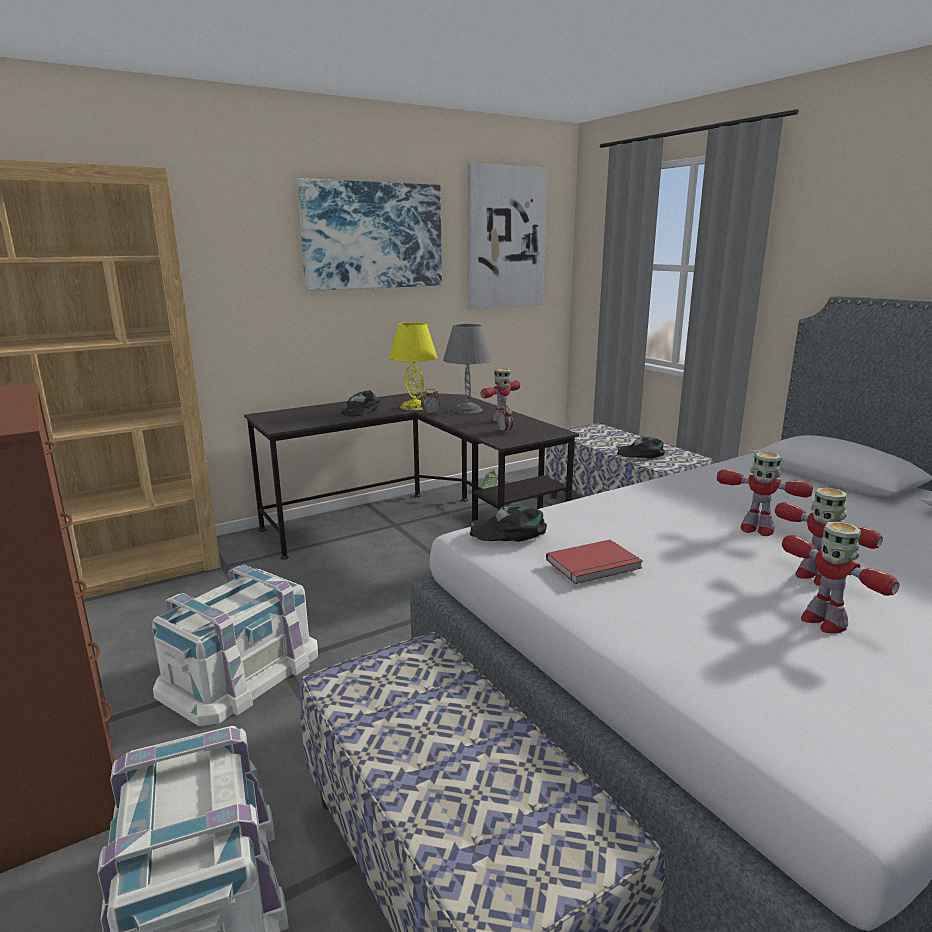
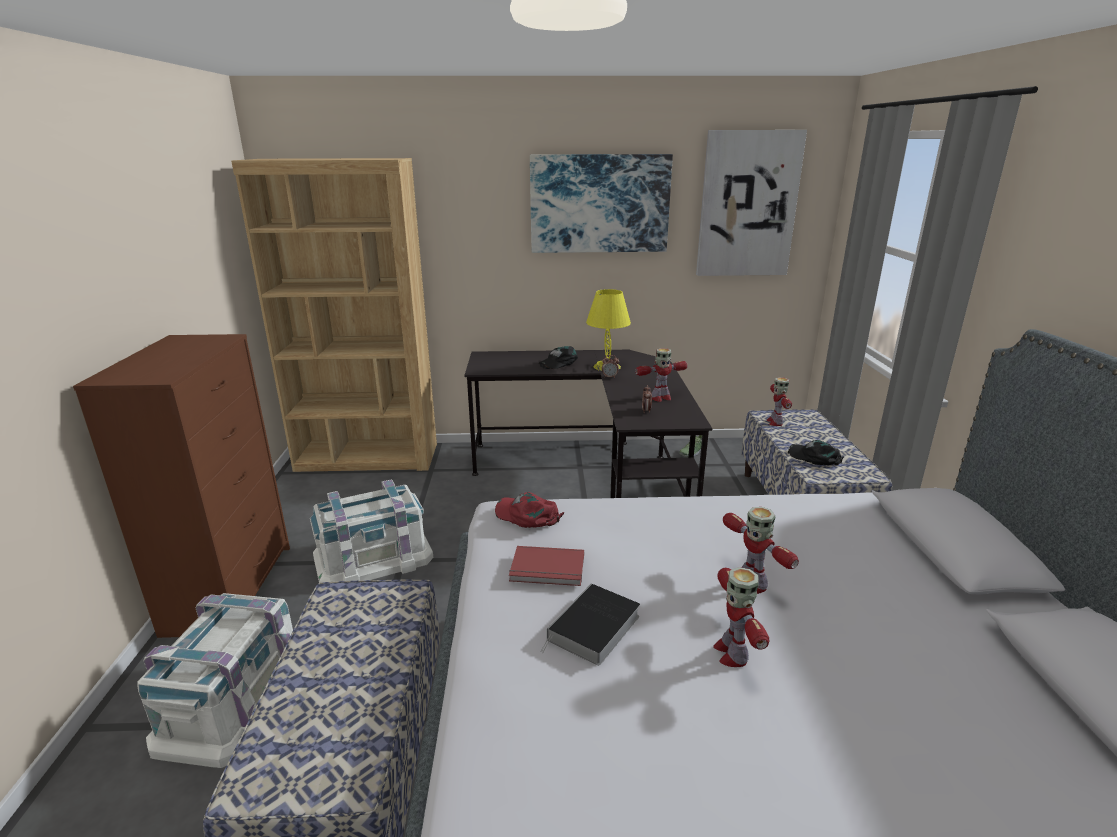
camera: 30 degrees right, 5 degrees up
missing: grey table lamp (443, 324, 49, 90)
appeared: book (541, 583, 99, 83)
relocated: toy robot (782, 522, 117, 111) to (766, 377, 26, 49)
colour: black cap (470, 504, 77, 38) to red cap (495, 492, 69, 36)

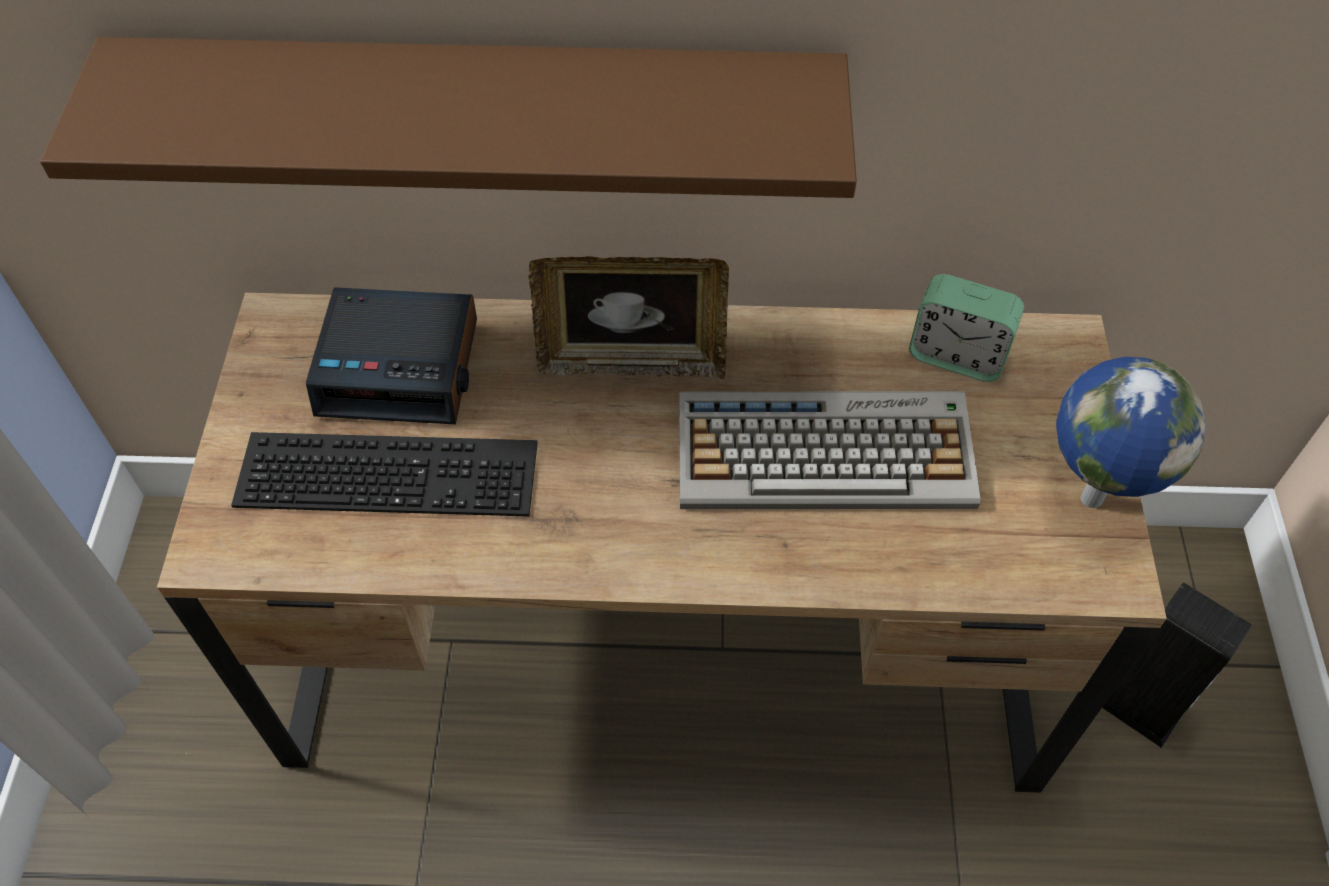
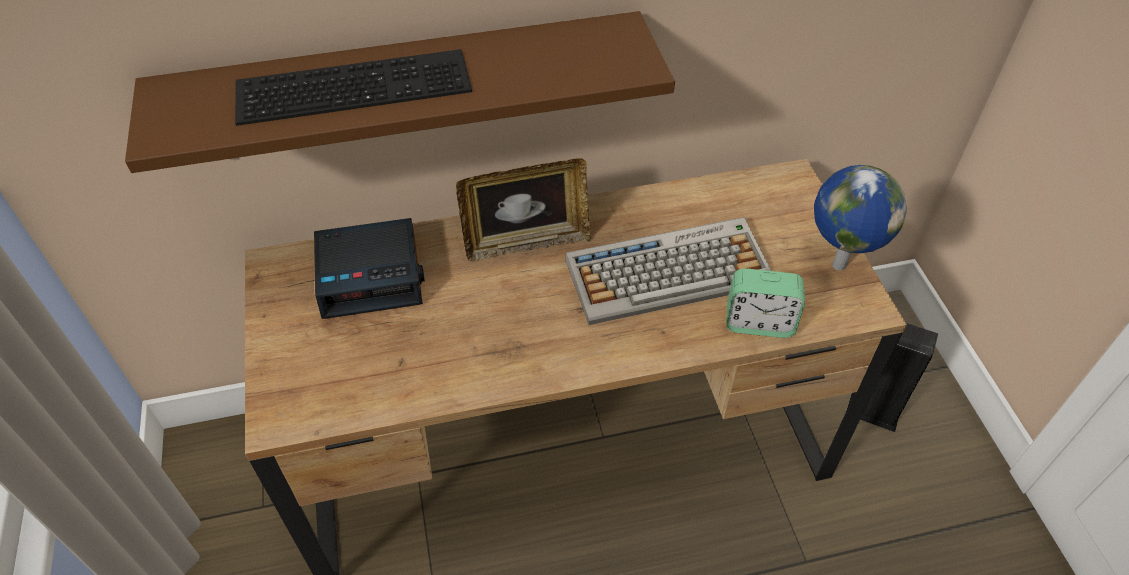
camera: 15 degrees left, 5 degrees down
relocated: keyboard (231, 432, 307, 84) to (235, 49, 237, 77); alarm clock (909, 274, 115, 108) to (726, 268, 79, 70)

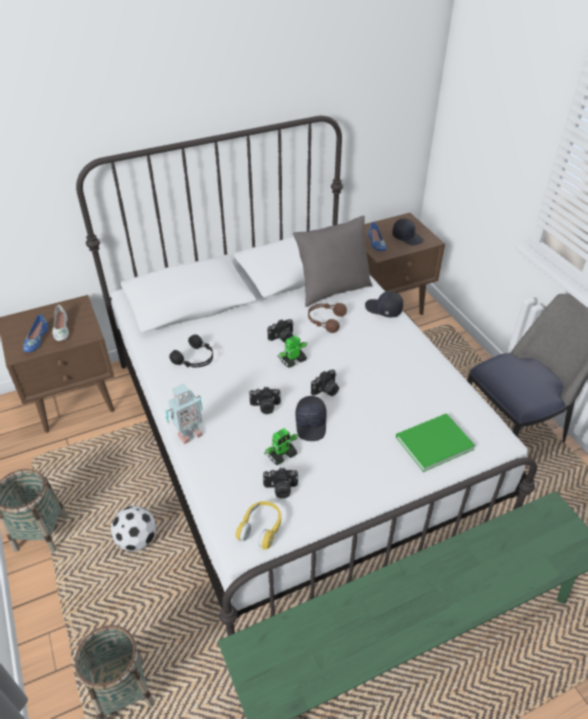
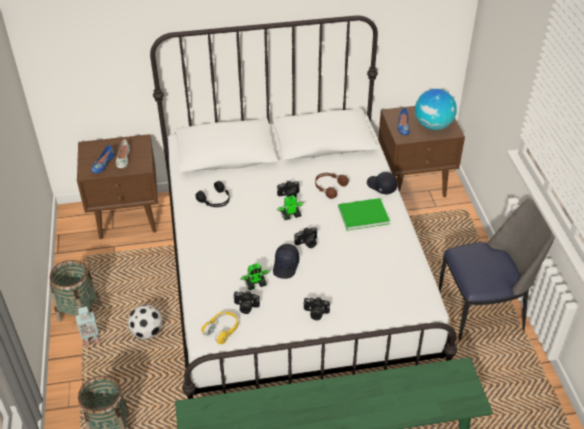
camera: 15 degrees right, 0 degrees up
missing: grey pillow (293, 216, 79, 91)
relocated: toy robot (166, 384, 37, 60) to (73, 307, 28, 40); photo camera (249, 387, 32, 27) to (303, 297, 27, 23); green book (396, 413, 79, 59) to (338, 198, 52, 33)
exchanged: black cap (392, 218, 32, 28) to globe (415, 89, 42, 41)

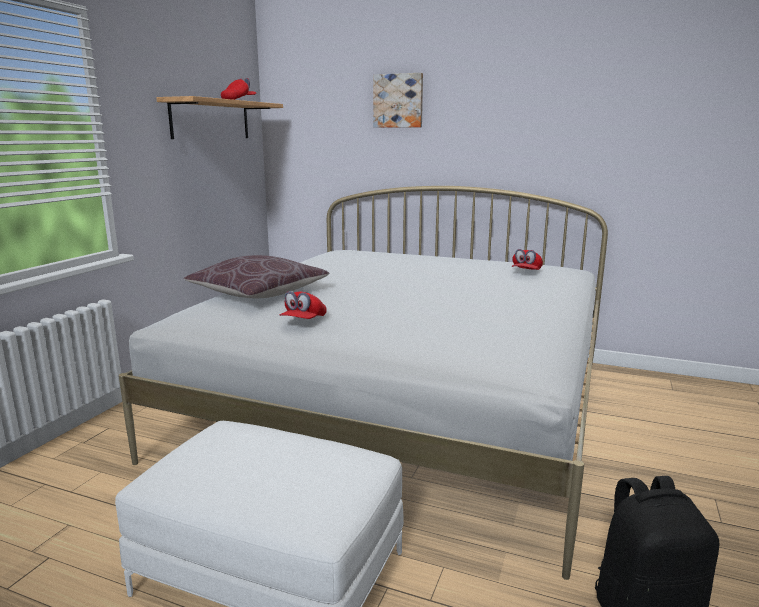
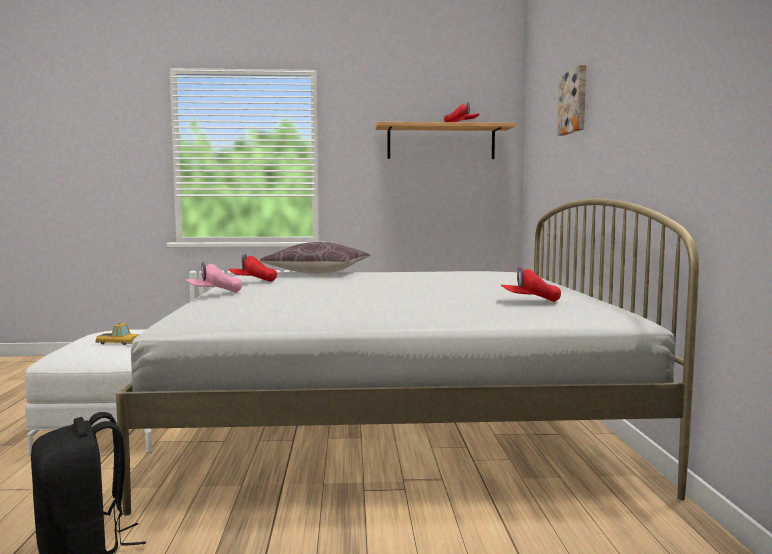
camera: 65 degrees right, 10 degrees down
appeared: toy car (95, 323, 44, 22); pink cap (186, 262, 56, 30)

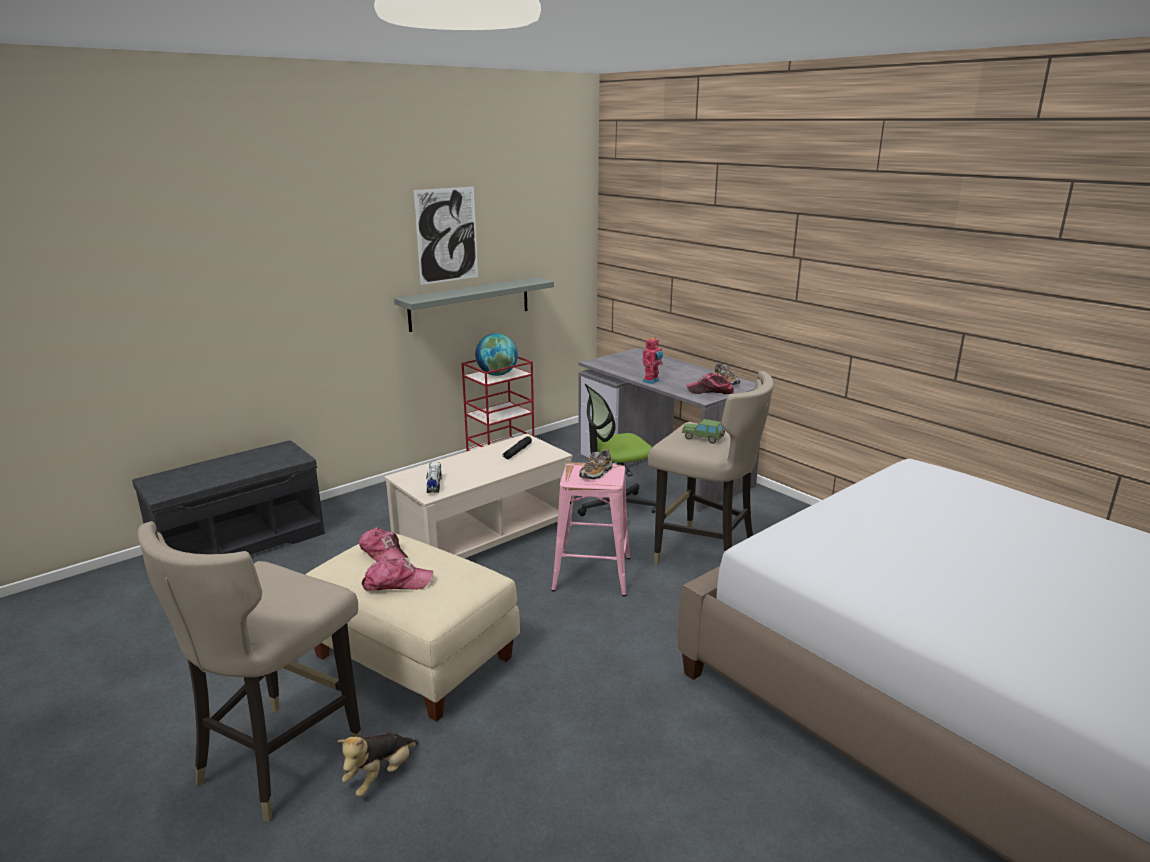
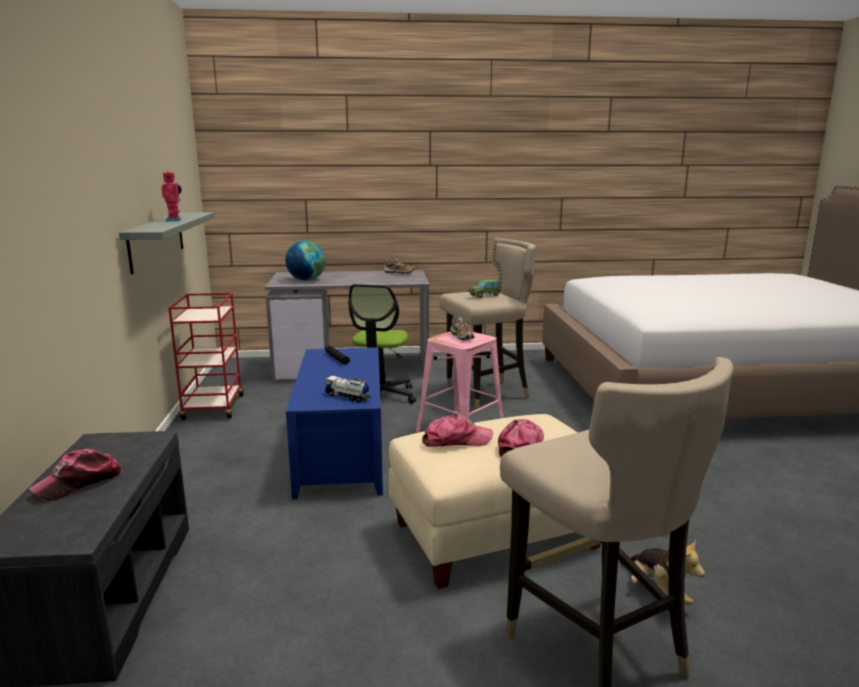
camera: 55 degrees left, 5 degrees down
missing: picture (414, 187, 64, 98)
relocated: globe (475, 333, 43, 43) to (285, 241, 41, 40); toy robot (642, 337, 21, 47) to (161, 170, 21, 51); cap (686, 373, 48, 22) to (29, 449, 93, 52)
colour: beige coffee table (384, 434, 189, 124) to blue coffee table (286, 347, 97, 152)

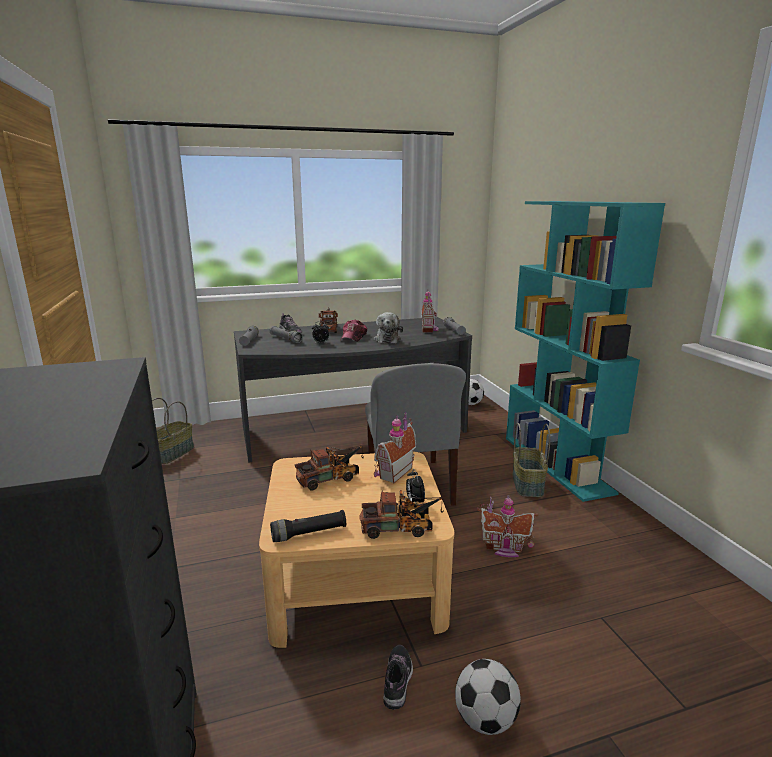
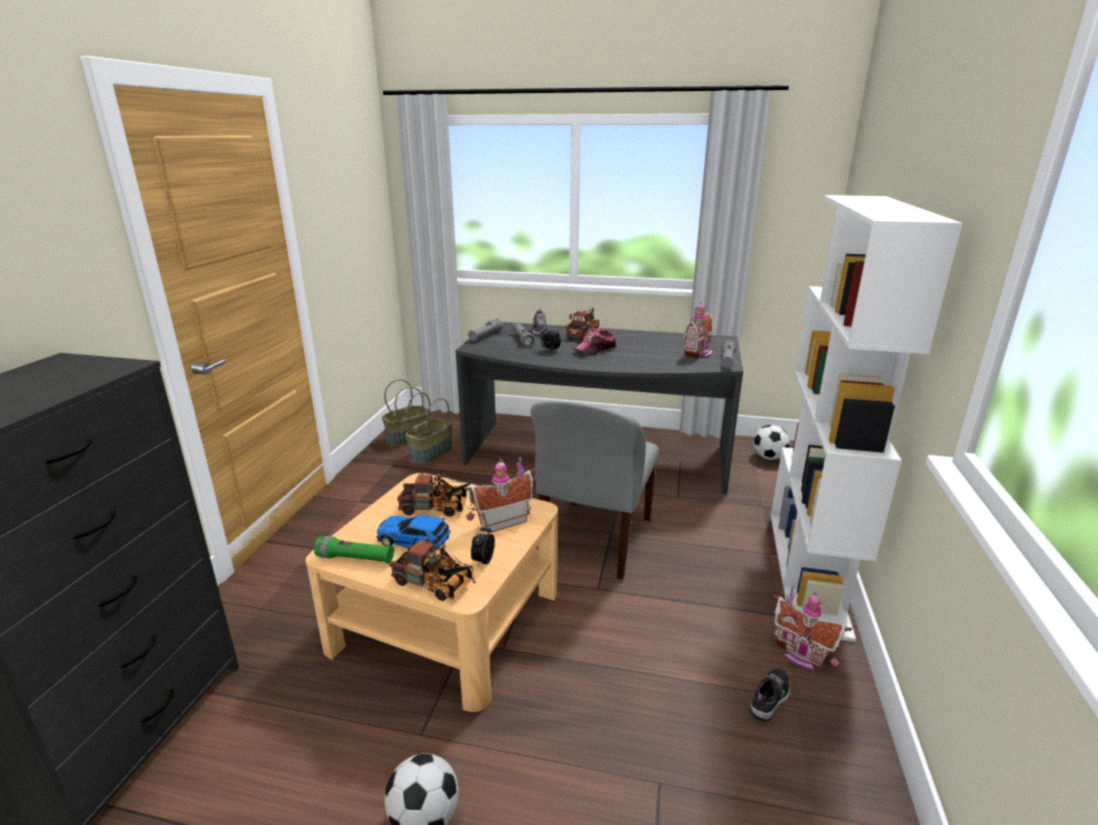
camera: 30 degrees right, 5 degrees up
missing: plush toy (374, 312, 29, 32)
appeared: toy car (377, 515, 73, 34)
relocated: shoe (384, 645, 29, 65) to (750, 668, 40, 53); toy house (477, 495, 61, 62) to (774, 586, 78, 85); basket (512, 423, 38, 74) to (405, 392, 48, 72)
colour: black flashlight (270, 510, 76, 32) to green flashlight (314, 536, 80, 28); turquoise bookcase (506, 201, 159, 301) to white bookcase (771, 195, 192, 447)

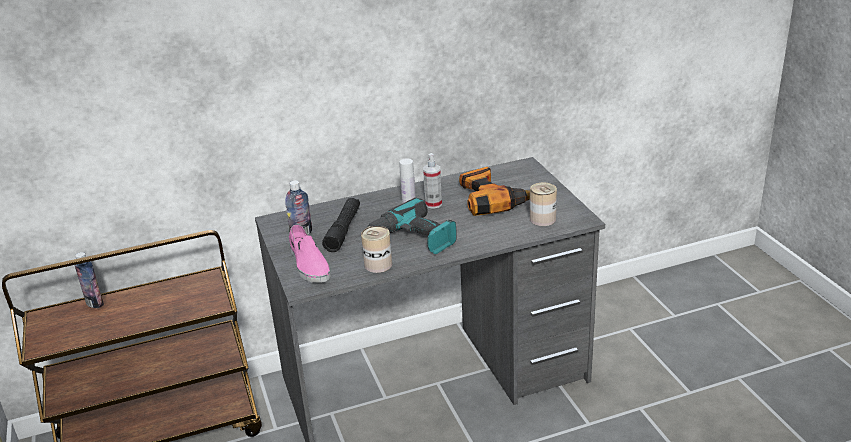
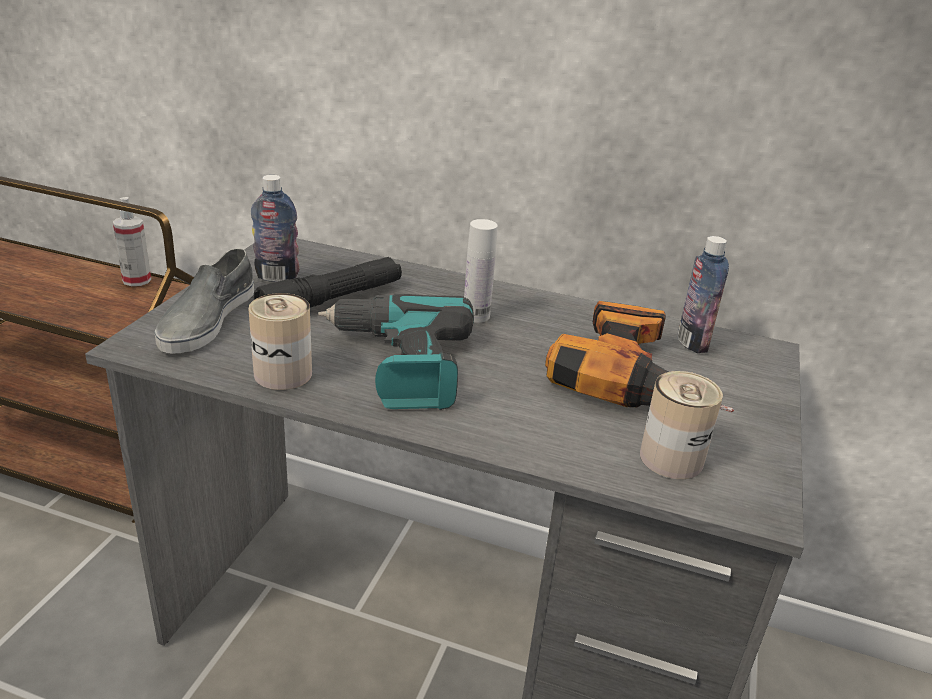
camera: 35 degrees right, 0 degrees up
relocated: bottle (75, 252, 29, 56) to (677, 236, 52, 117); spray bottle (423, 153, 19, 56) to (113, 197, 38, 89)
colour: pink shoe (289, 224, 42, 59) to grey shoe (155, 248, 99, 106)

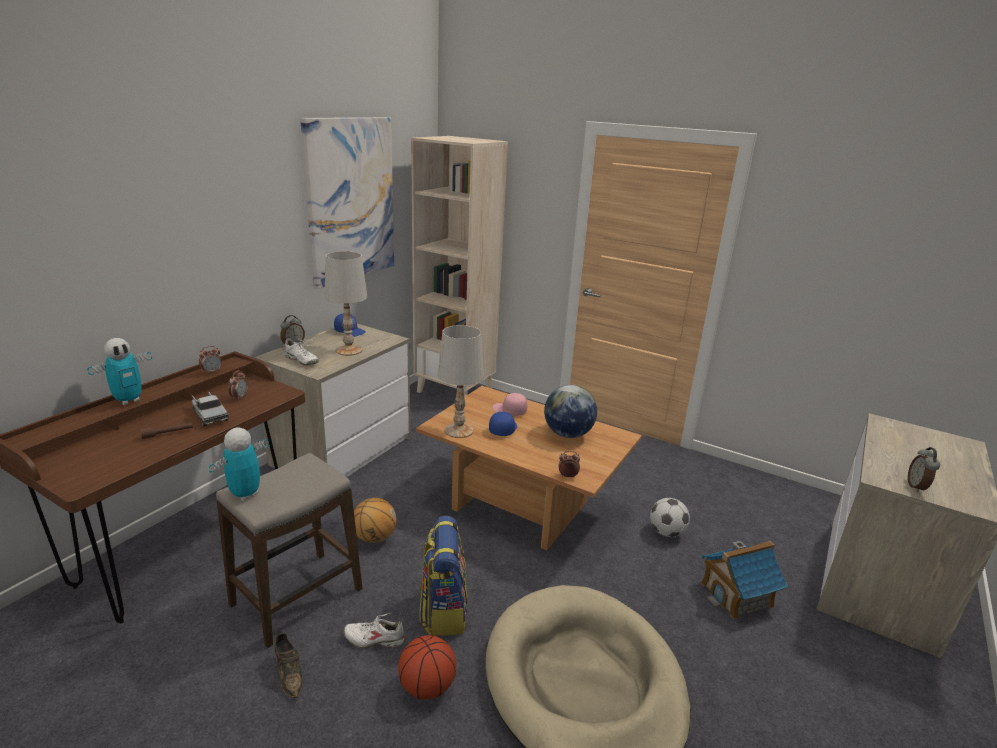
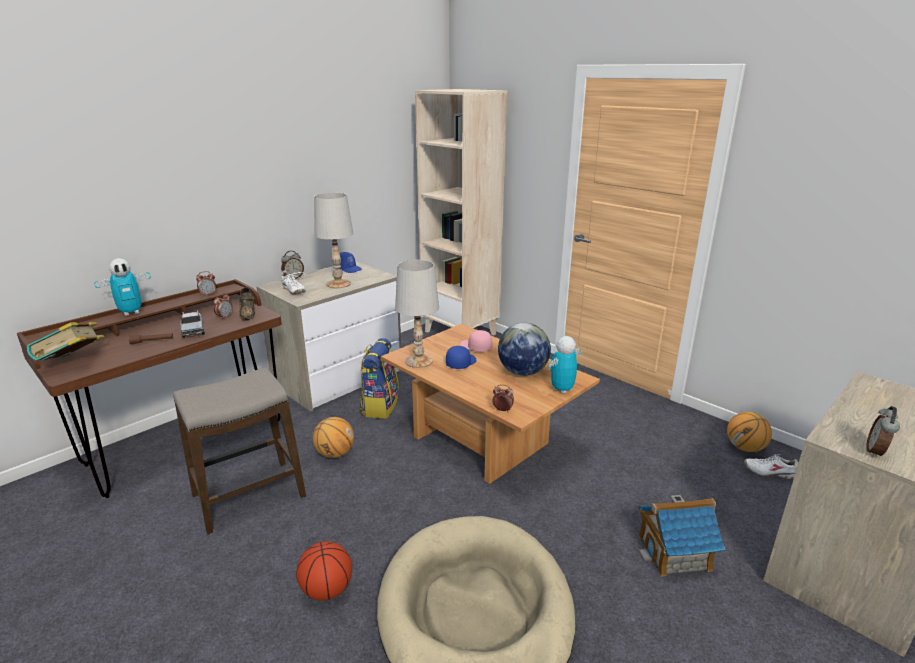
camera: 15 degrees right, 0 degrees up
missing: picture (300, 117, 94, 172); football (650, 498, 40, 39)
appeared: book (27, 322, 78, 39); basketball (727, 412, 45, 40)
relocated: toy robot (209, 428, 60, 73) to (548, 336, 34, 58); brown shoe (274, 633, 29, 65) to (239, 287, 16, 33); white shoe (343, 613, 62, 36) to (744, 454, 54, 25); backpack (419, 516, 49, 120) to (360, 338, 39, 81)

